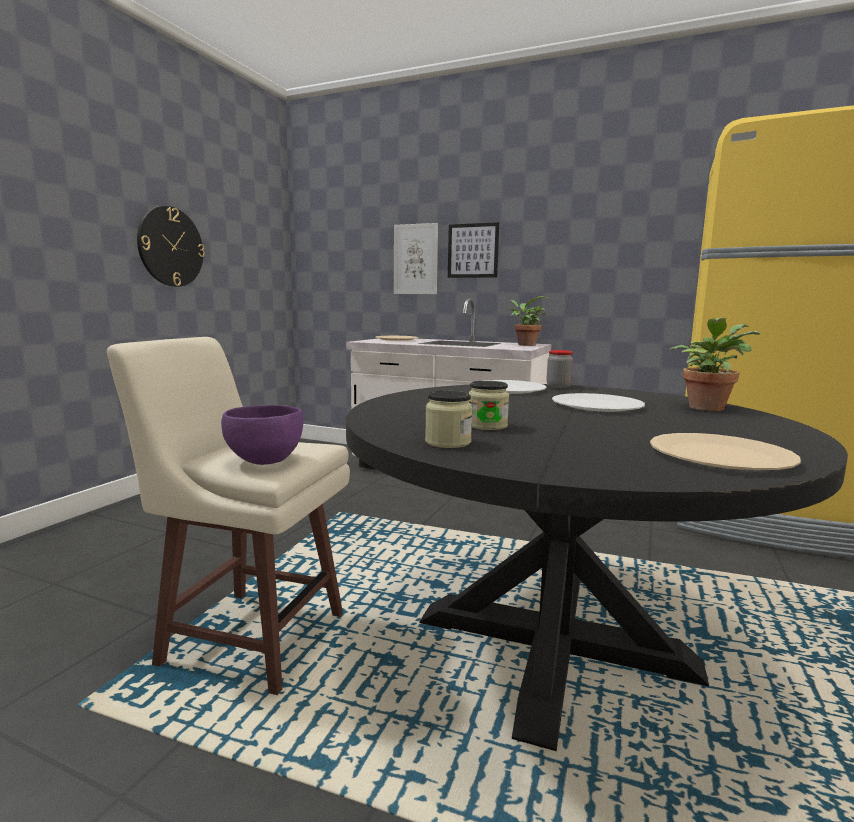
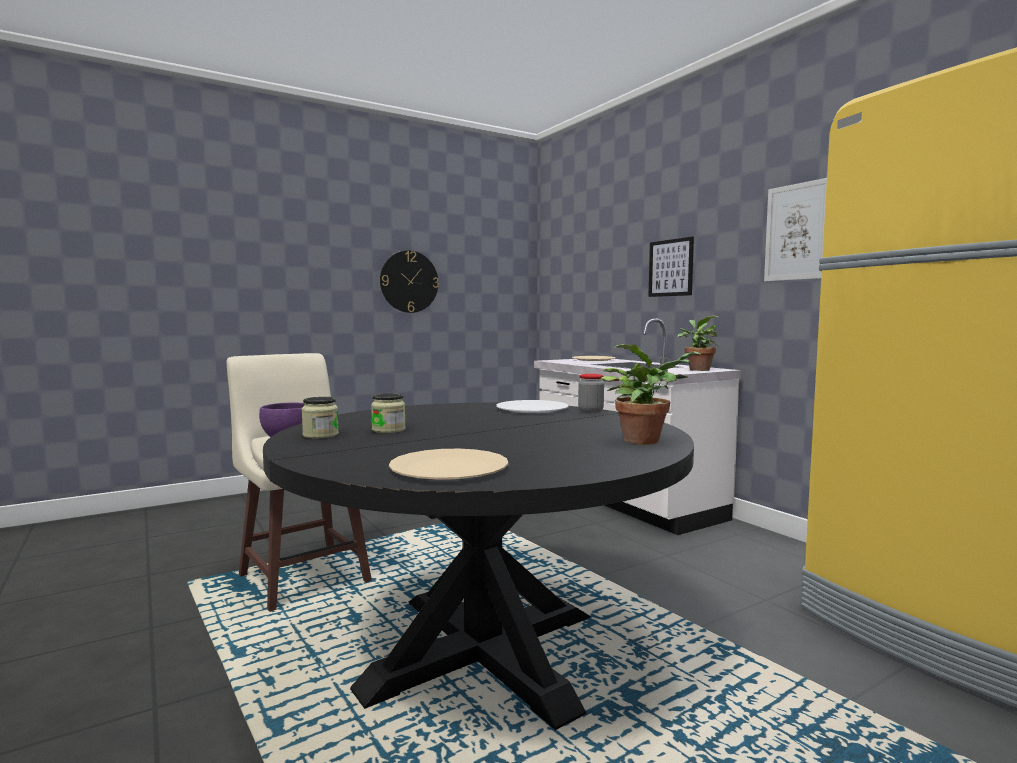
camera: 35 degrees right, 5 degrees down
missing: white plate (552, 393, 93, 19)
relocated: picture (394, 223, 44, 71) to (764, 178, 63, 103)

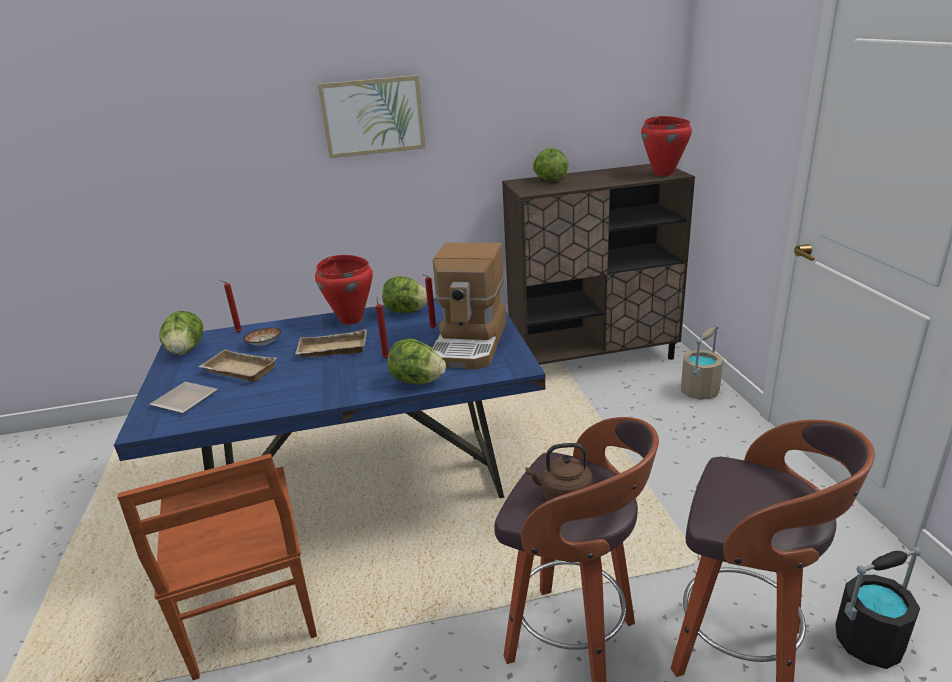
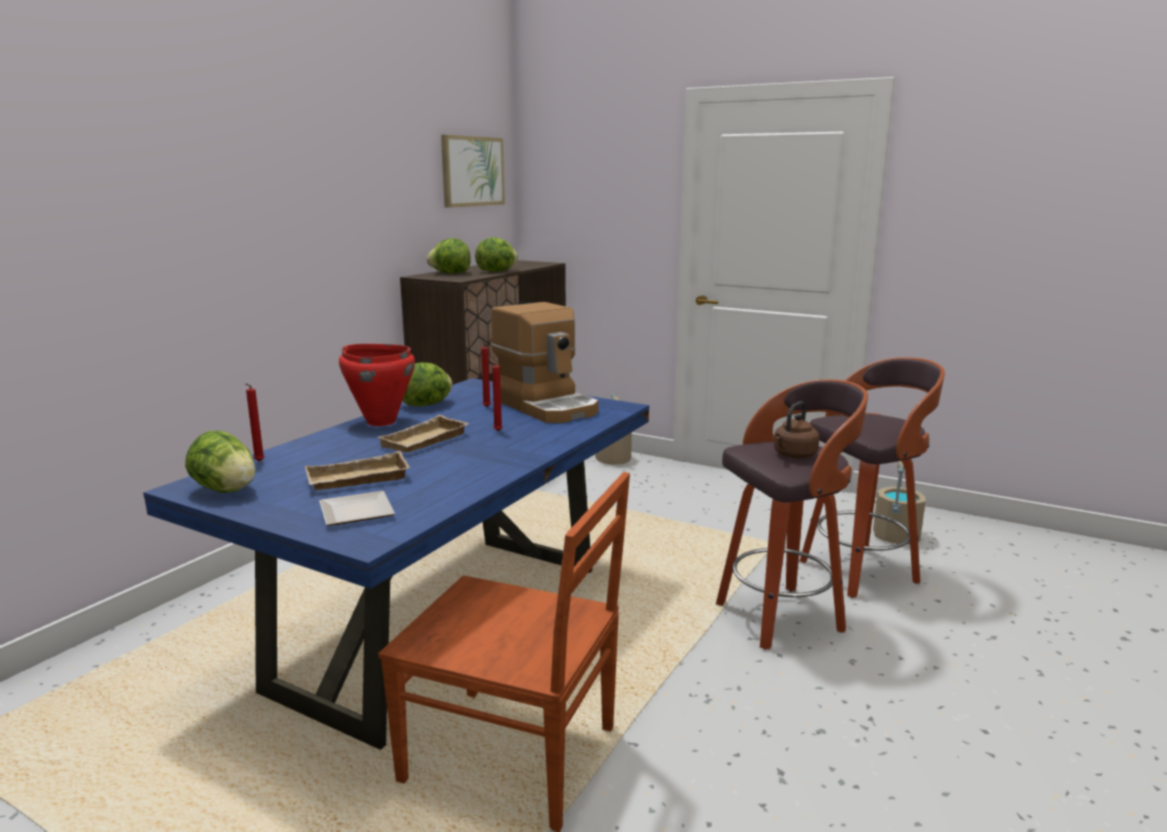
camera: 50 degrees left, 10 degrees down
missing: bowl (243, 328, 38, 18); red cooking pot (641, 116, 51, 60)
relocated: picture (318, 75, 108, 83) to (441, 135, 64, 73); lettuce (388, 339, 58, 46) to (475, 237, 43, 35)
colour: black bucket (835, 547, 86, 122) to beige bucket (873, 461, 53, 83)

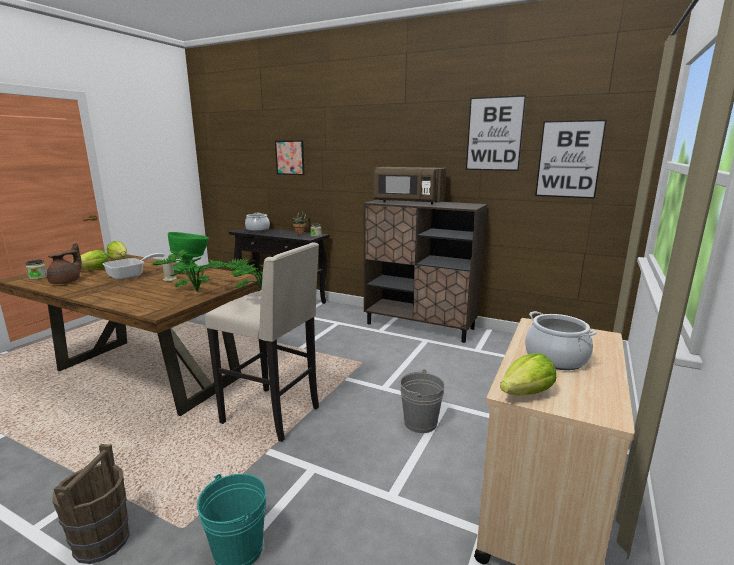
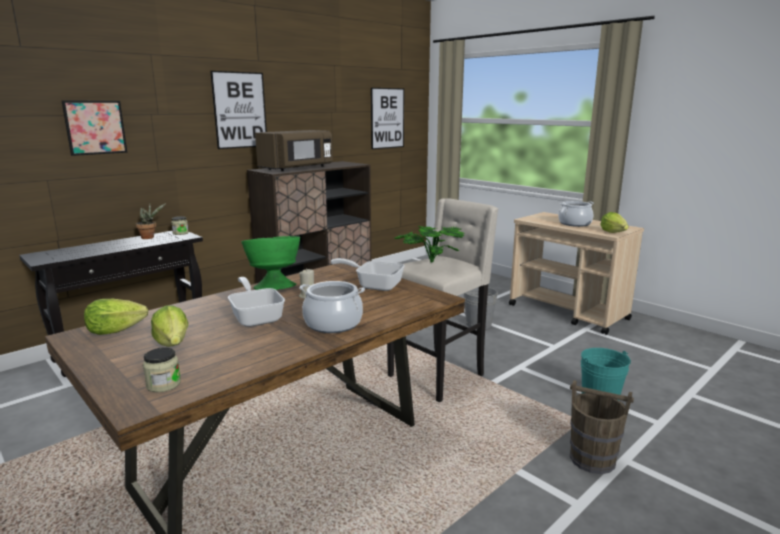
camera: 70 degrees left, 0 degrees up
missing: brown teapot (47, 243, 35, 41)
relocated: cooking pot (245, 213, 25, 19) to (299, 281, 66, 52); picture (466, 95, 60, 76) to (210, 71, 57, 78)
exchanged: potted plant (152, 250, 74, 42) to frying pan (330, 258, 75, 33)

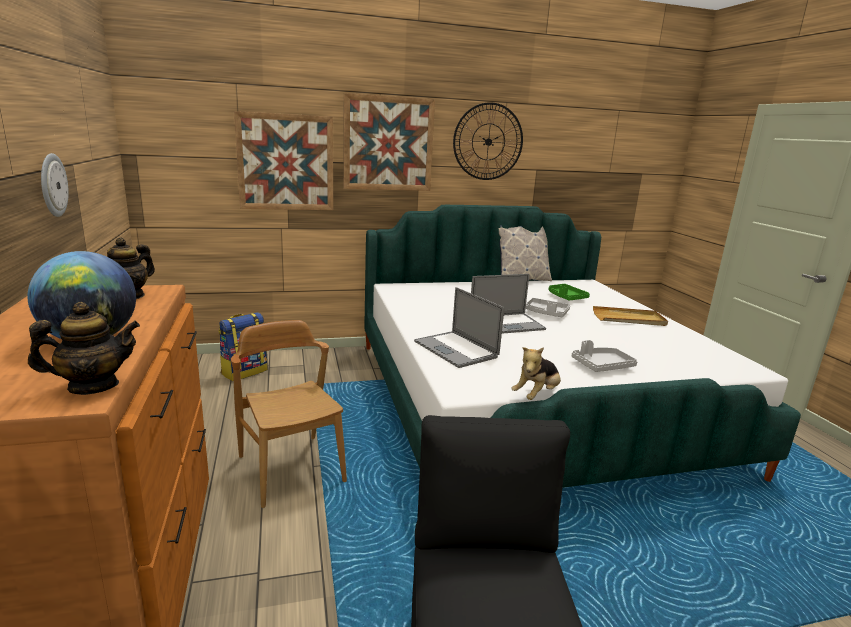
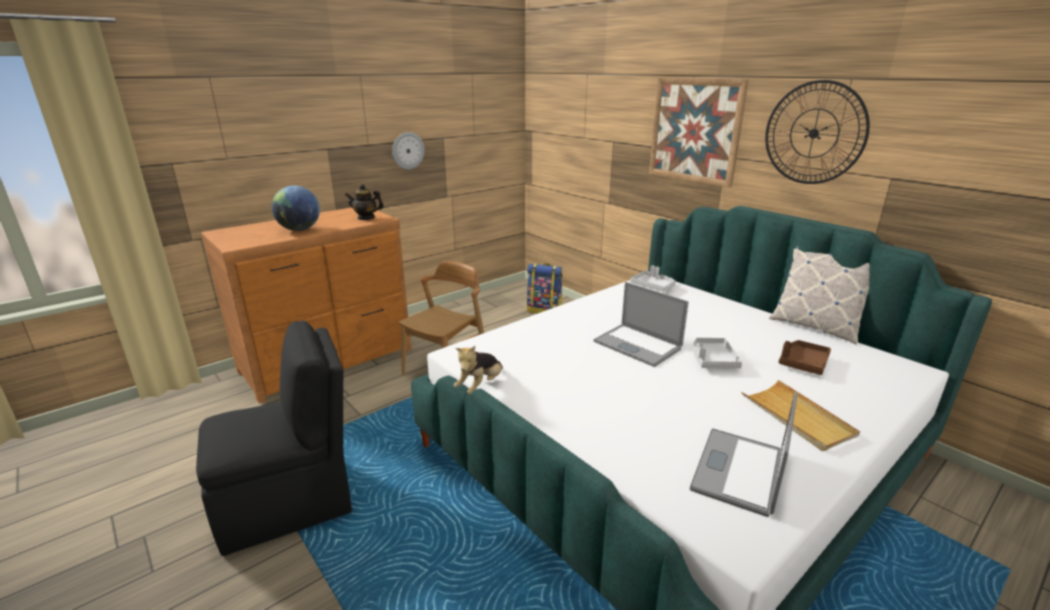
camera: 65 degrees right, 5 degrees up
missing: teapot (28, 302, 112, 93); picture (234, 111, 99, 99)
relocated: laptop (414, 287, 90, 81) to (690, 391, 107, 126); grey tray (572, 340, 65, 32) to (630, 266, 46, 26)
colour: green tray (549, 284, 41, 16) to brown tray (779, 340, 52, 35)
spun: plush toy (511, 347, 50, 53) = (454, 346, 49, 49) 75 degrees counterclockwise

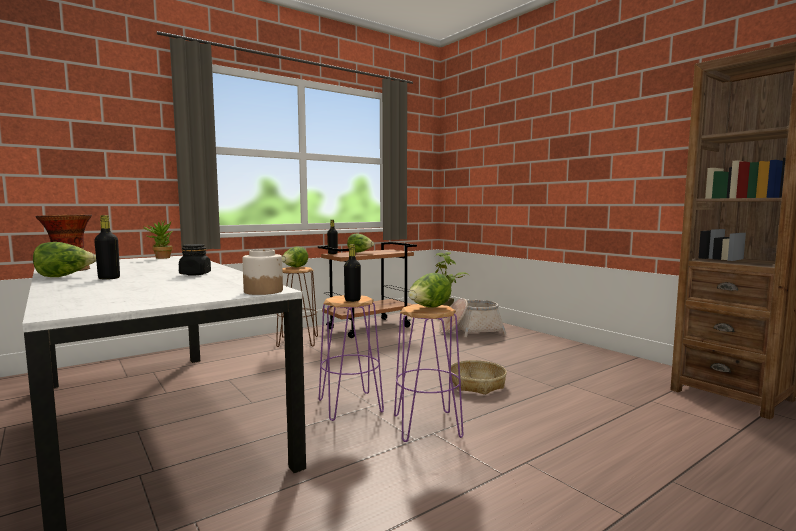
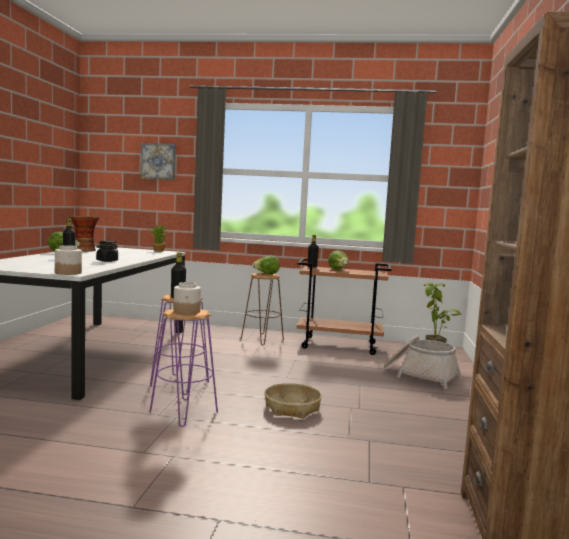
camera: 45 degrees right, 0 degrees up
appeared: picture (141, 143, 35, 37)
exchanged: lettuce (408, 273, 43, 35) to jar (173, 282, 28, 33)

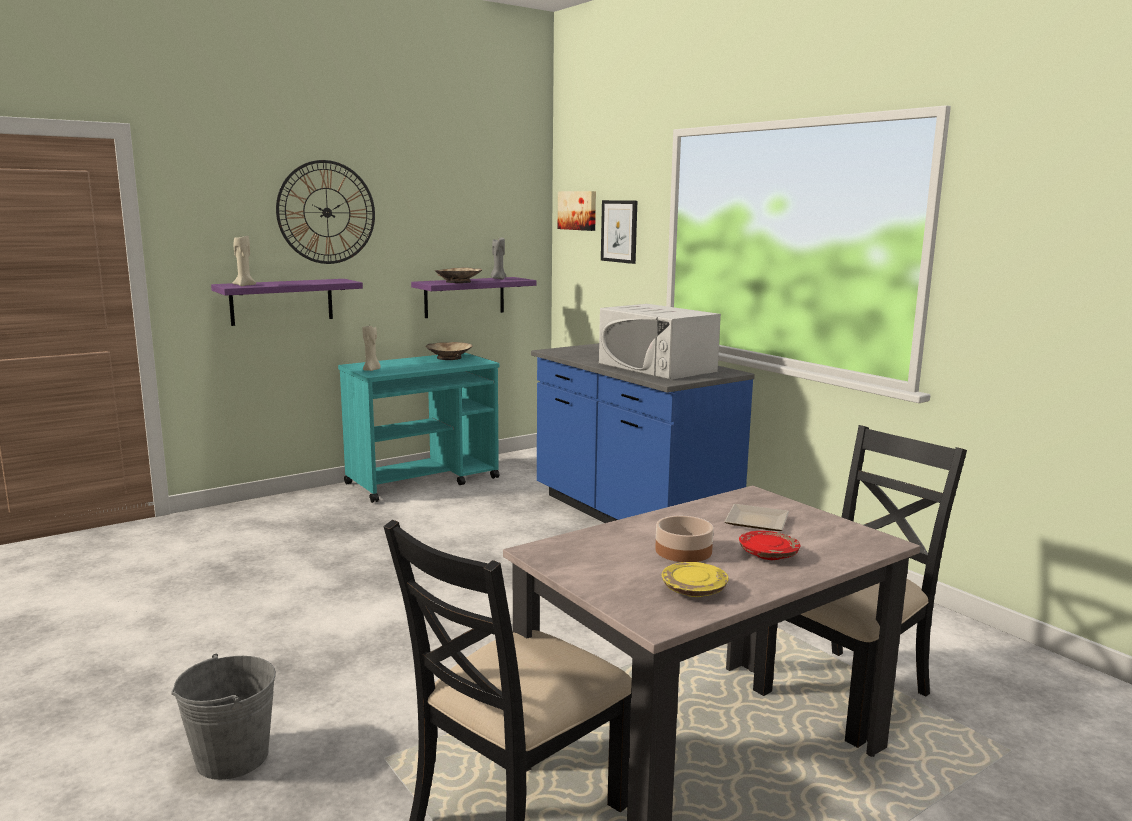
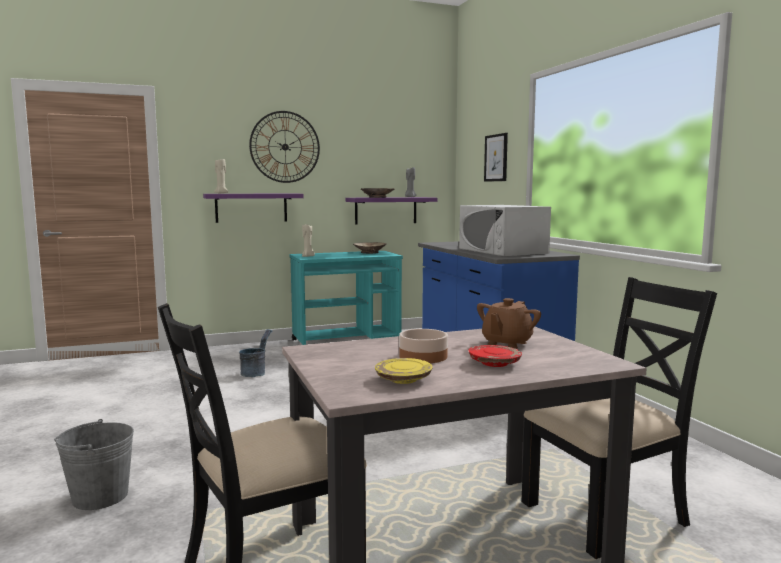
camera: 15 degrees right, 5 degrees down
missing: picture (558, 191, 38, 40)
appeared: grey bucket (239, 329, 33, 48)
exchanged: plate (724, 504, 65, 27) to brown teapot (477, 298, 64, 51)

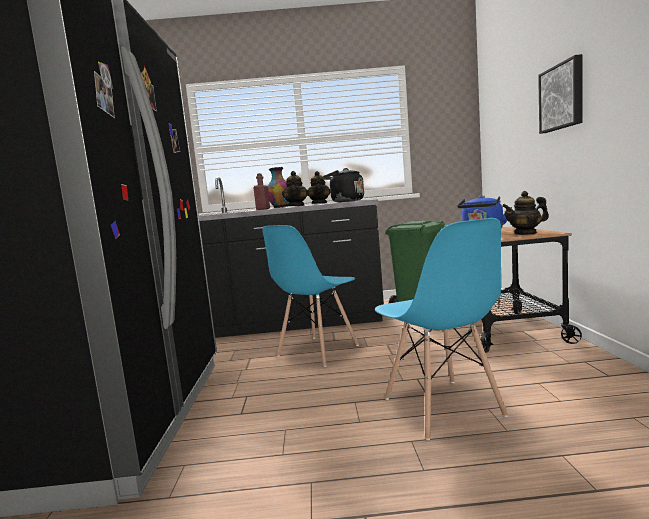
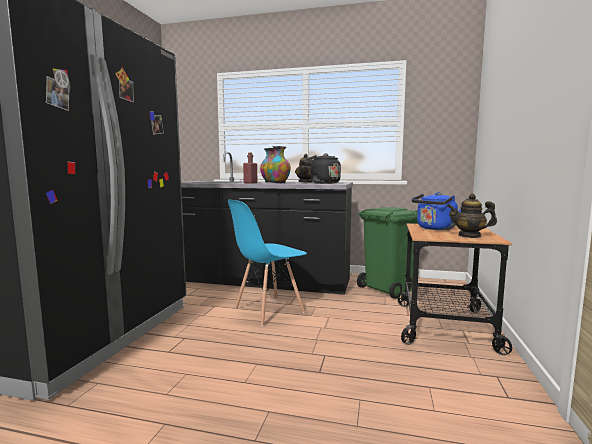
camera: 15 degrees right, 0 degrees up
missing: blue chair (375, 218, 133, 222); picture (538, 54, 45, 80)
exchanged: teapot (282, 171, 26, 35) to vase (267, 146, 24, 38)

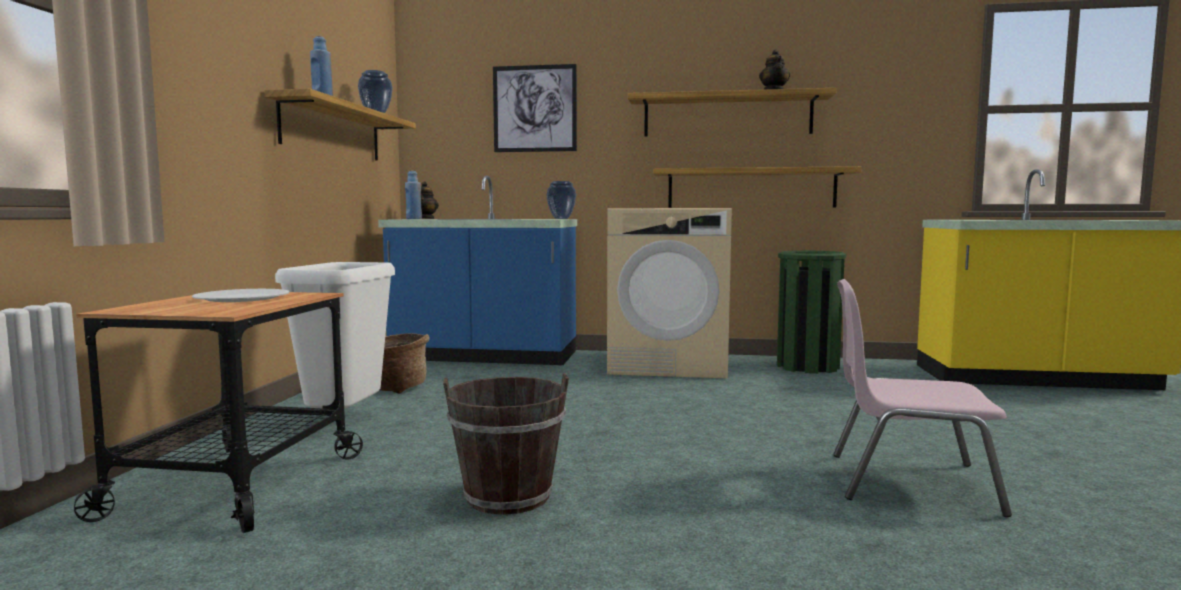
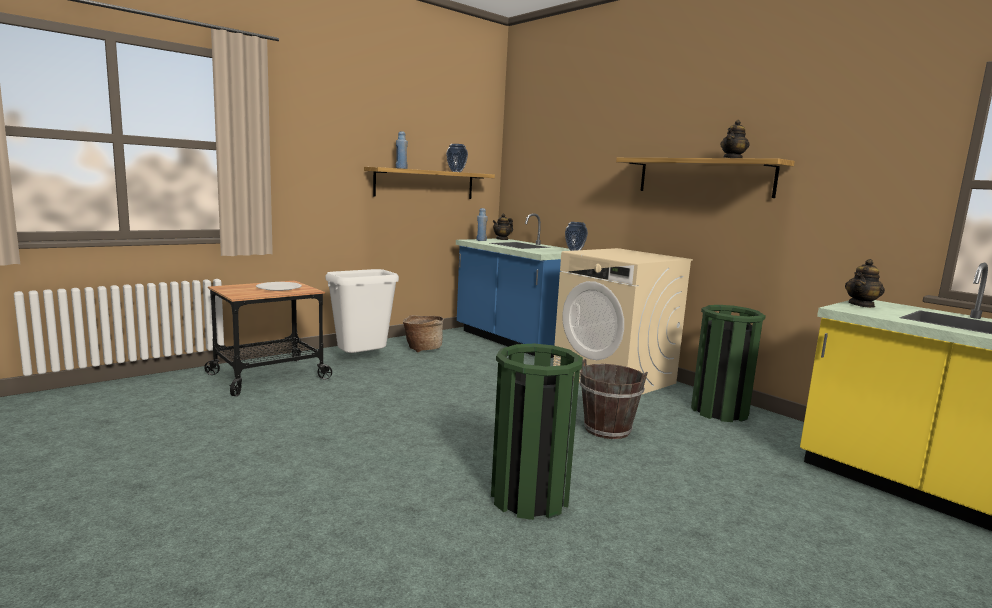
camera: 40 degrees right, 5 degrees up
missing: picture (493, 64, 84, 88); shelf (653, 166, 208, 42)
appeared: teapot (845, 259, 40, 49)
relocated: brown bucket (443, 373, 126, 142) to (580, 359, 68, 80)
exchanged: pink chair (833, 279, 179, 238) to green trash can (491, 344, 92, 176)

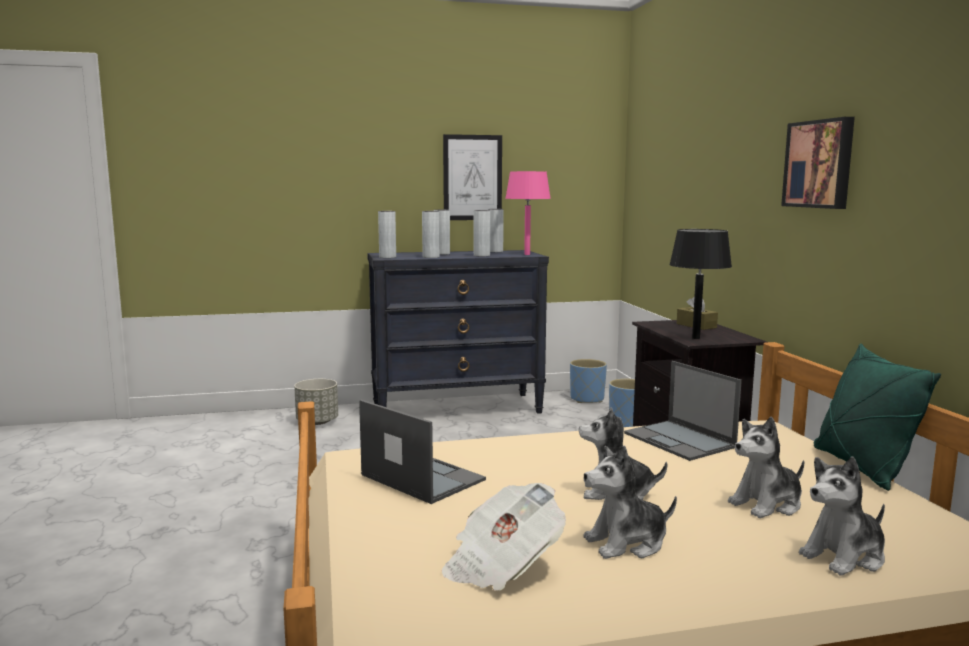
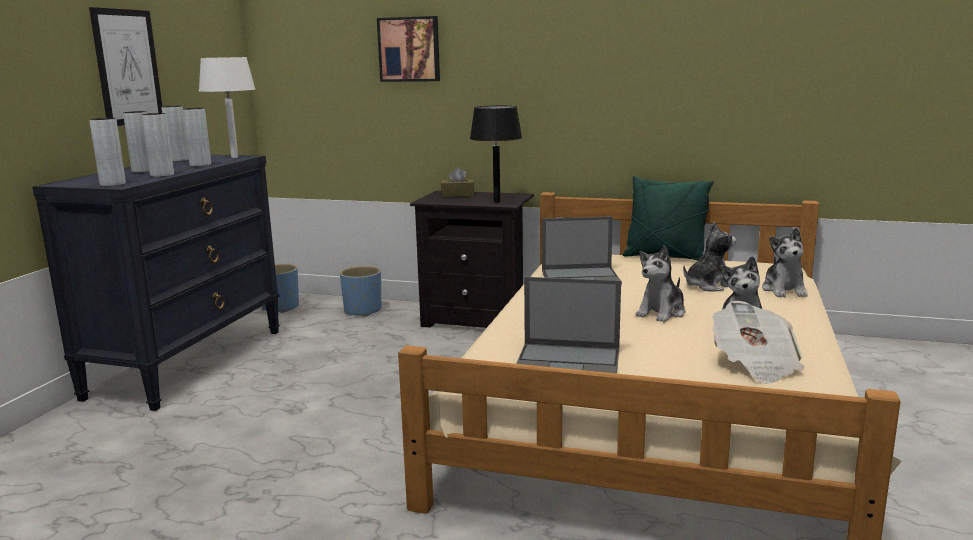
camera: 60 degrees left, 5 degrees up
missing: grey planter (294, 379, 44, 46)
relocated: picture (781, 117, 74, 92) to (377, 16, 63, 66)
colour: pink table lamp (505, 171, 46, 84) to white table lamp (199, 57, 56, 101)
spun: laptop (359, 400, 127, 104) = (516, 277, 105, 97) 150 degrees counterclockwise; plush toy (728, 417, 76, 101) = (683, 221, 53, 71) 120 degrees counterclockwise

